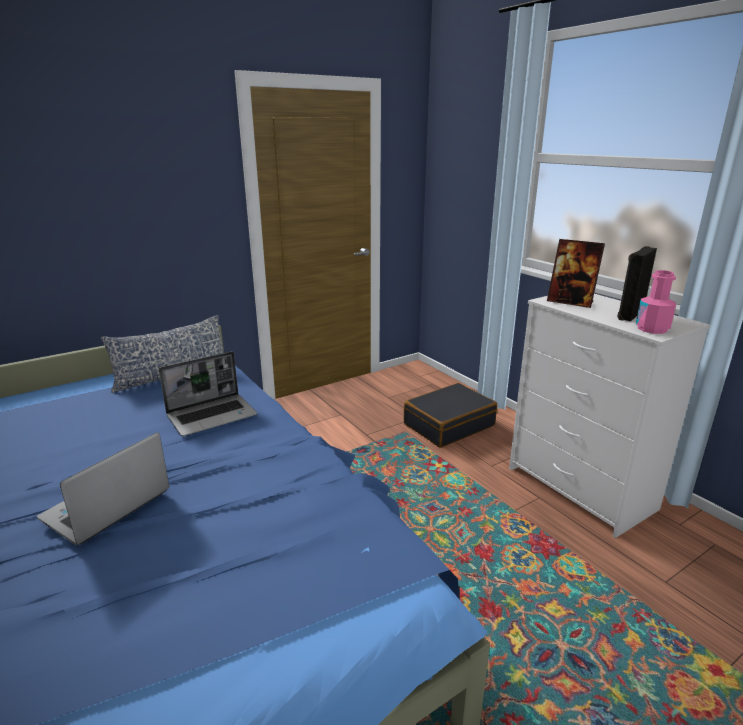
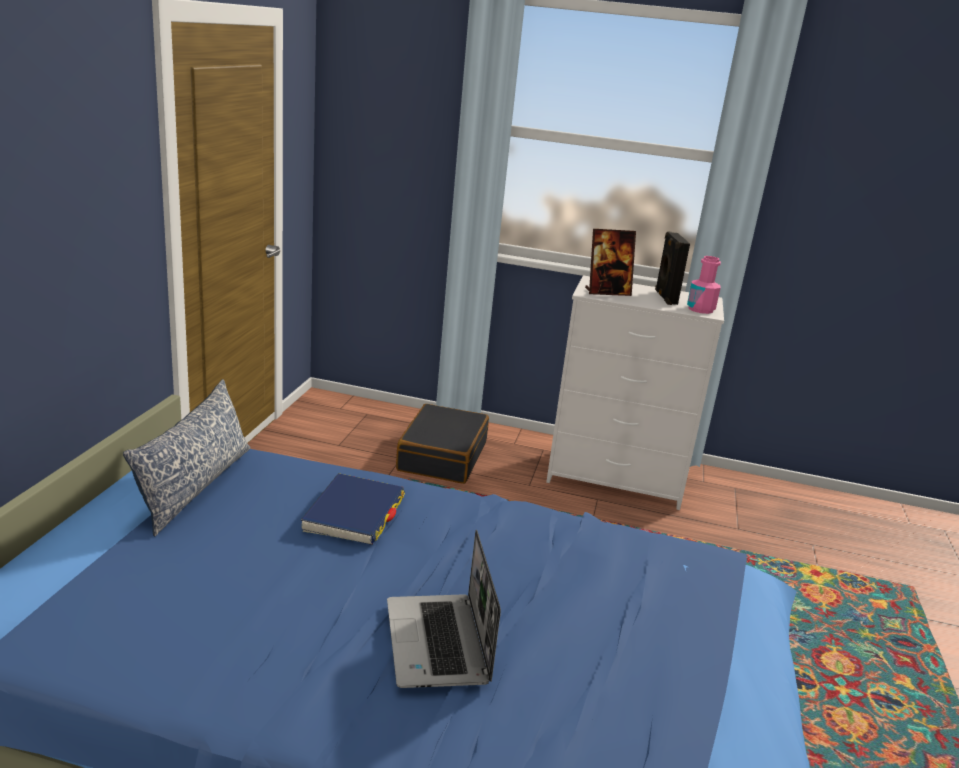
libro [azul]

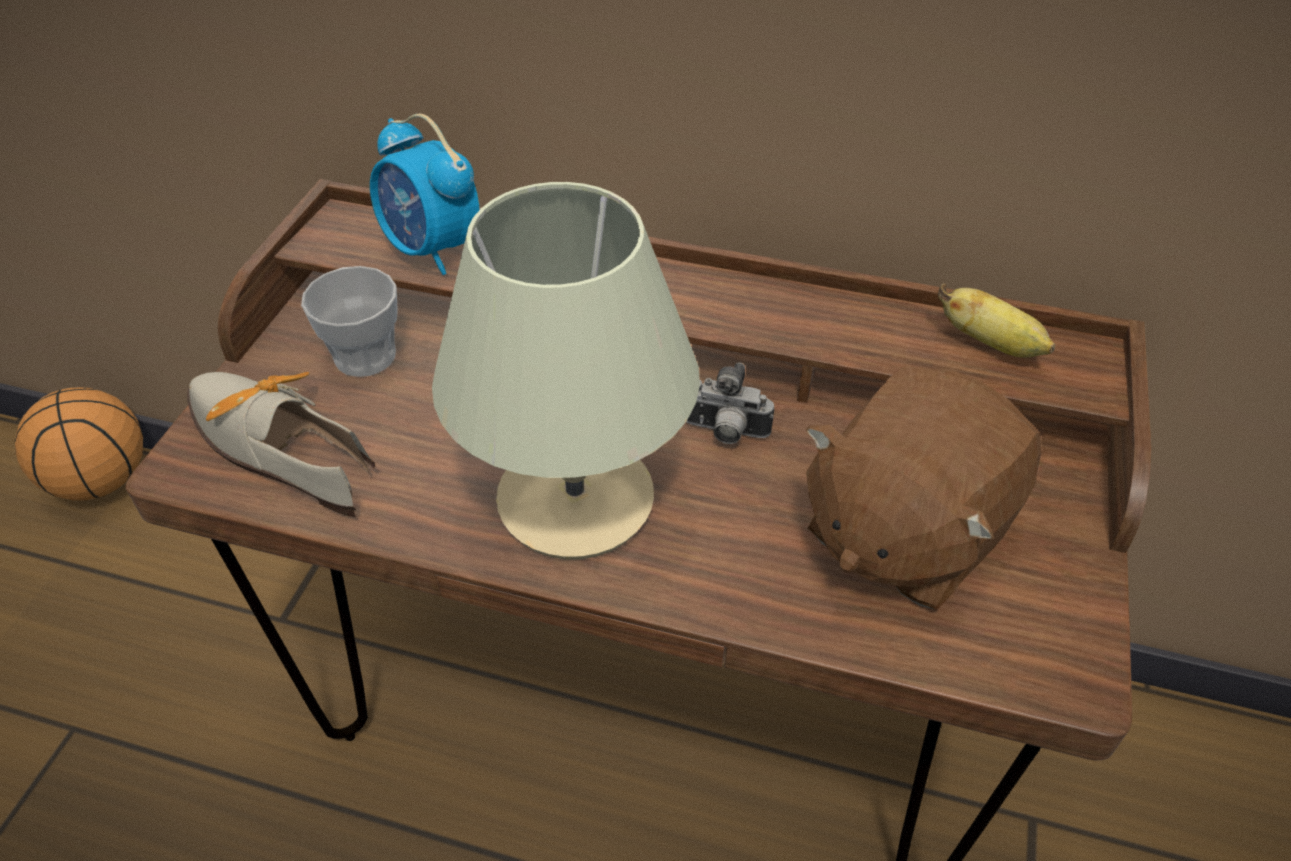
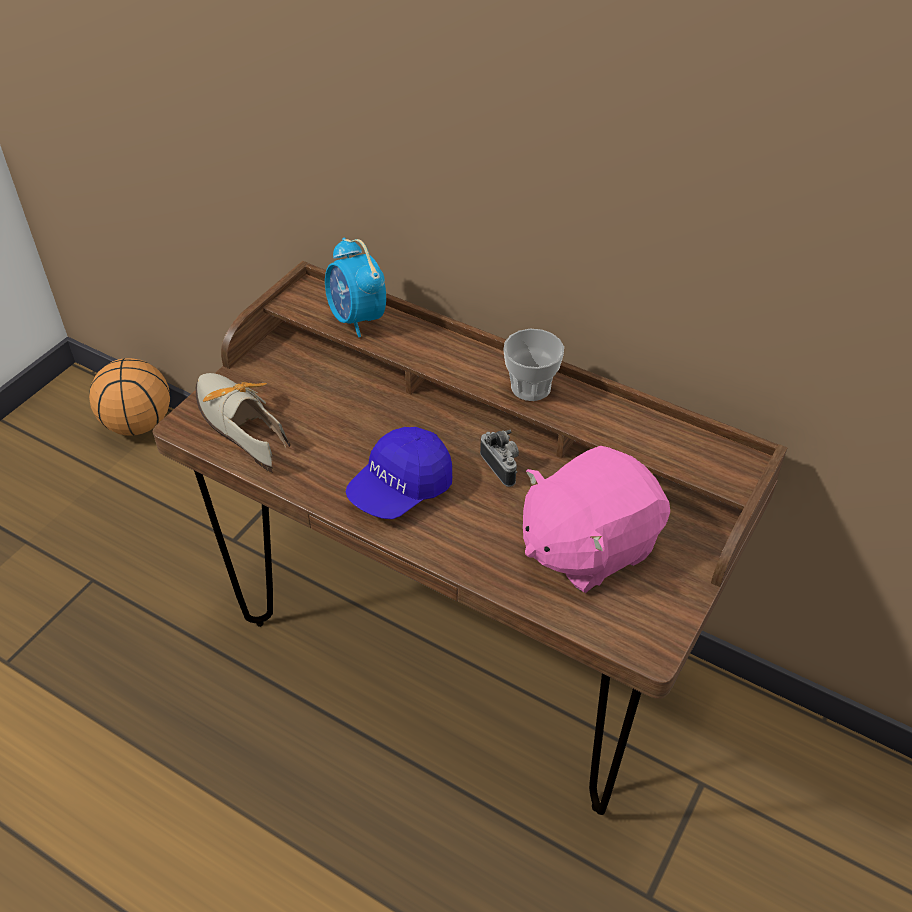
gorra [azul]
cámara
taza
peluche [rosa]
plátano

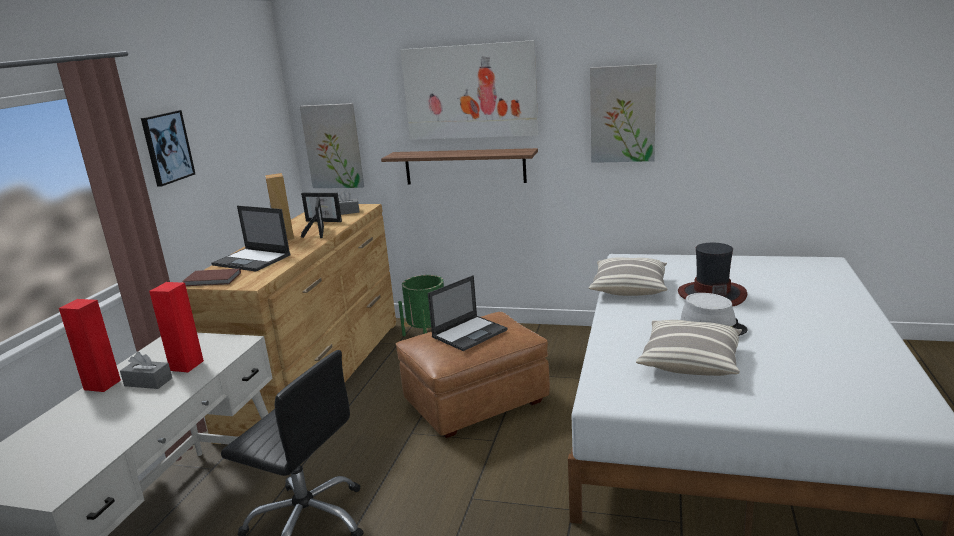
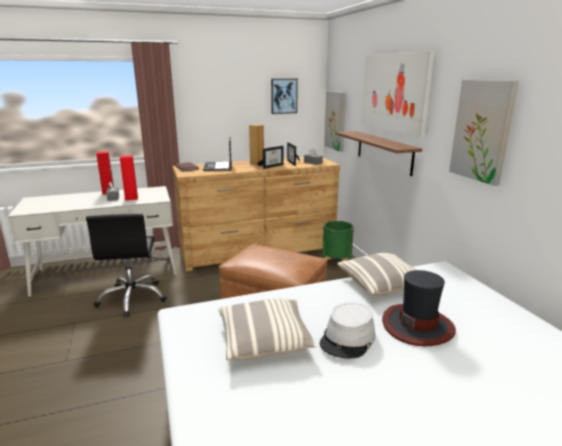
cuadro (1st from left)
portátil (2nd from left in the first image)

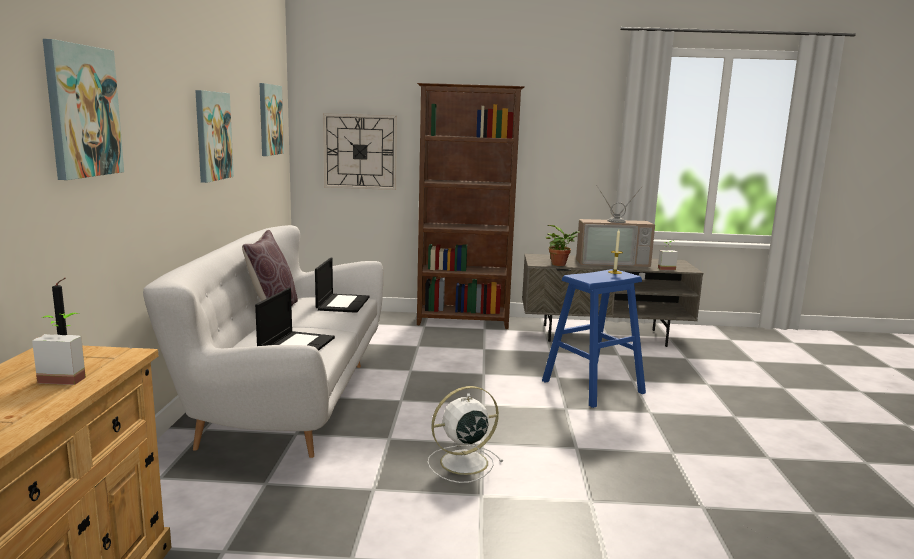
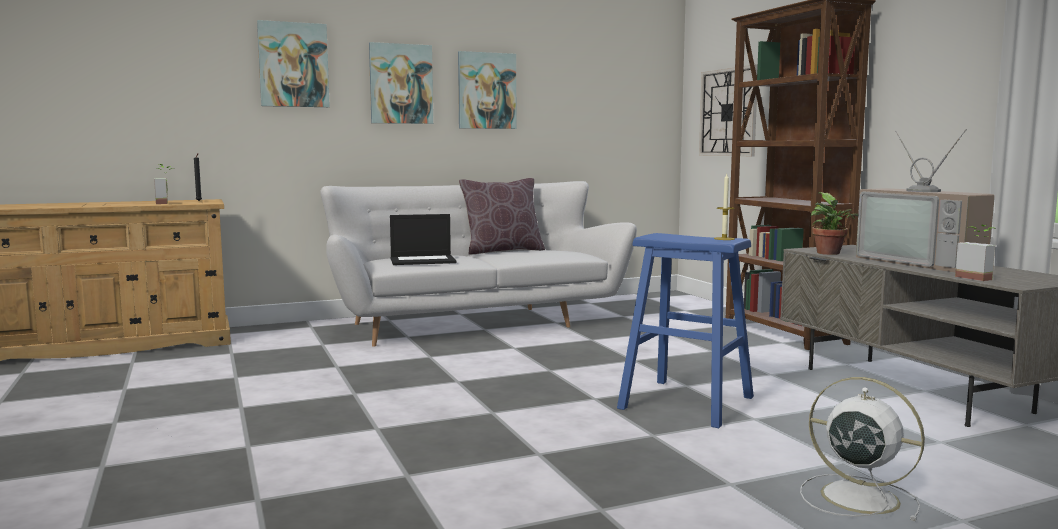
cuadro (2nd from left)
ventilador [blanco]
portátil (2nd from left in the first image)

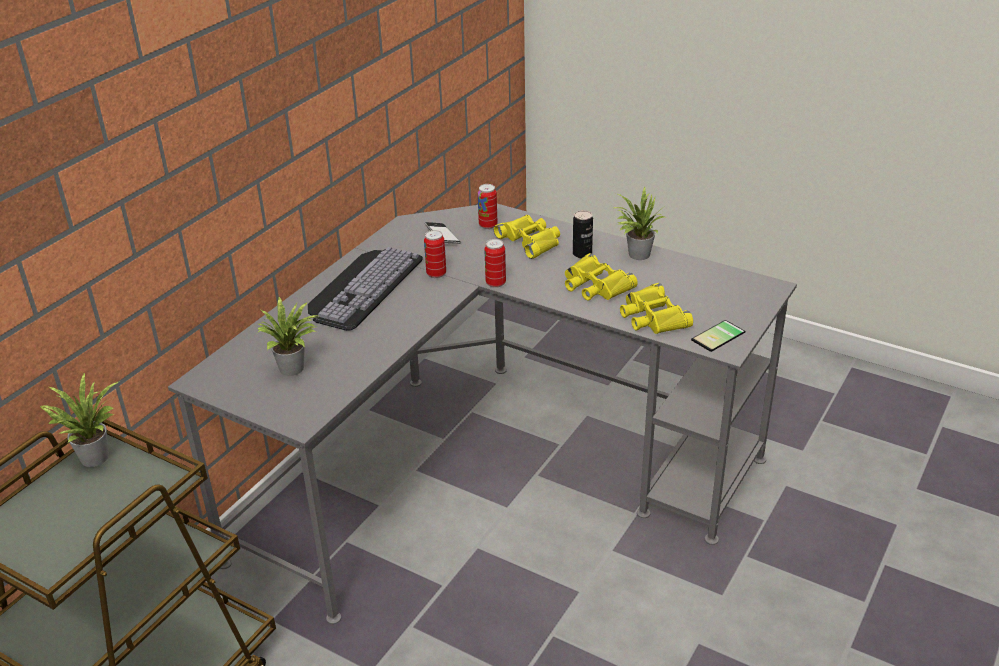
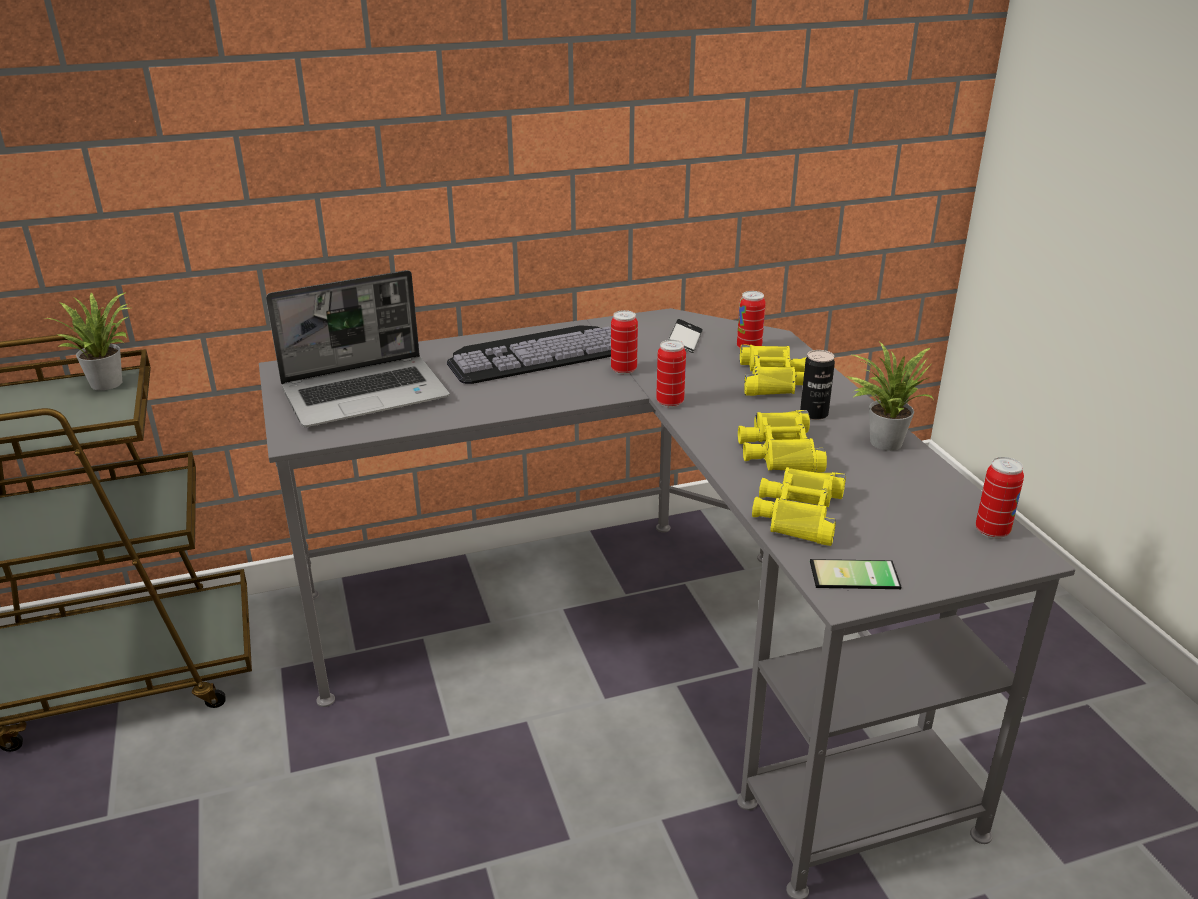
portátil
lata (5th from left)

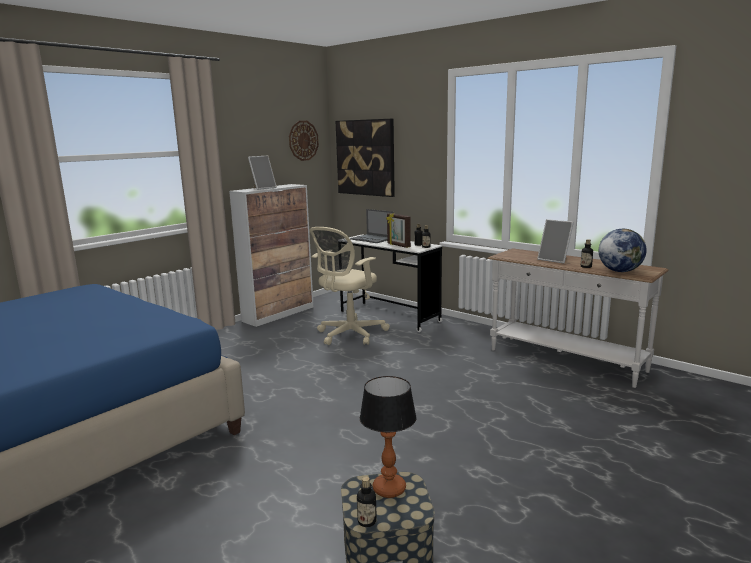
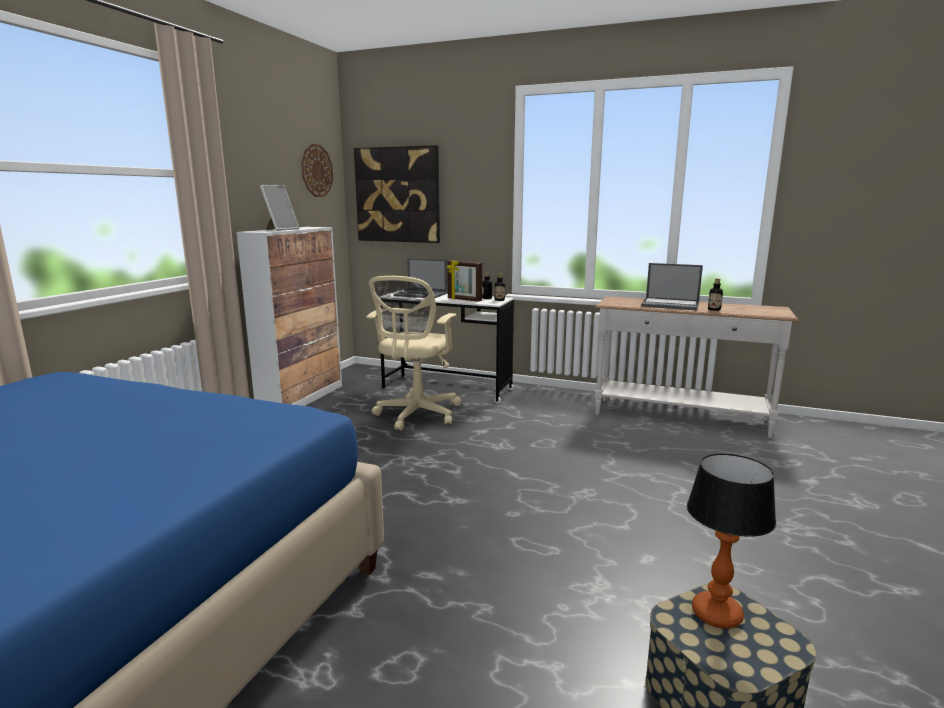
portátil (2nd from left)
botella (1st from left in the first image)
globo terráqueo

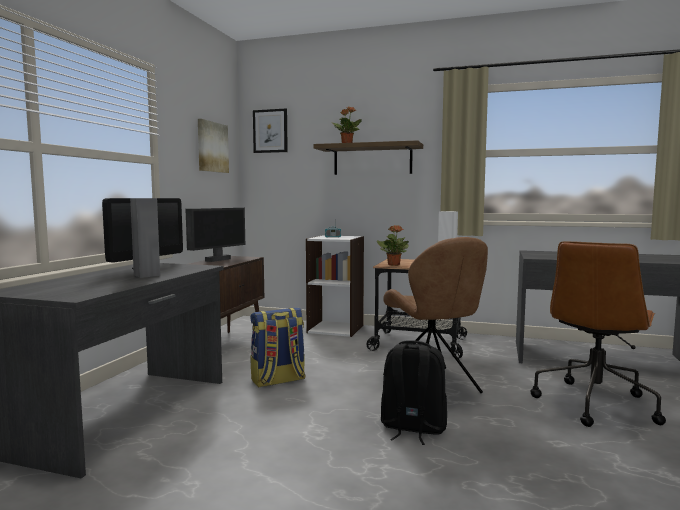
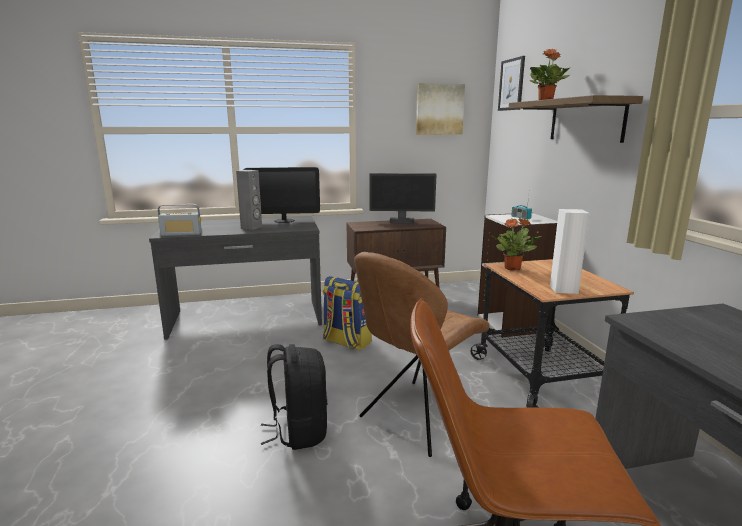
radio (1st from left)

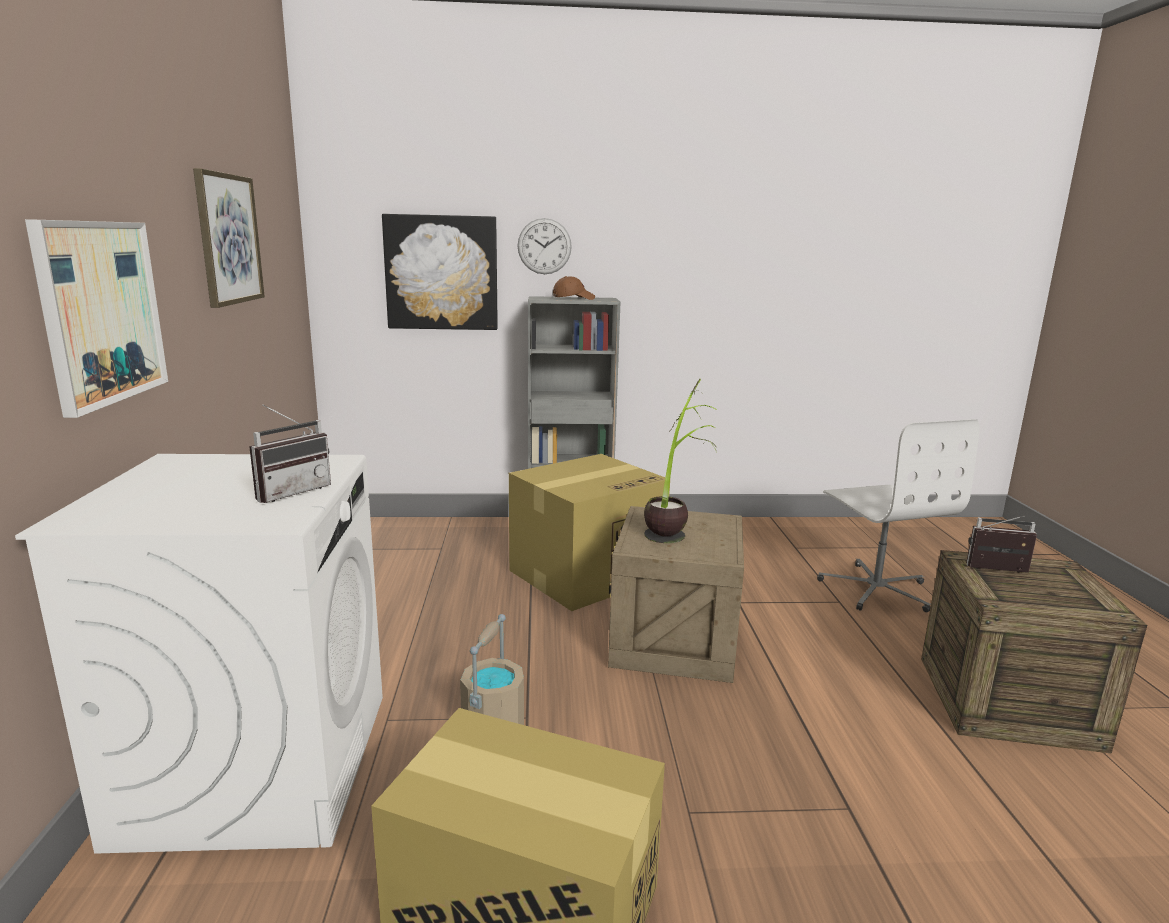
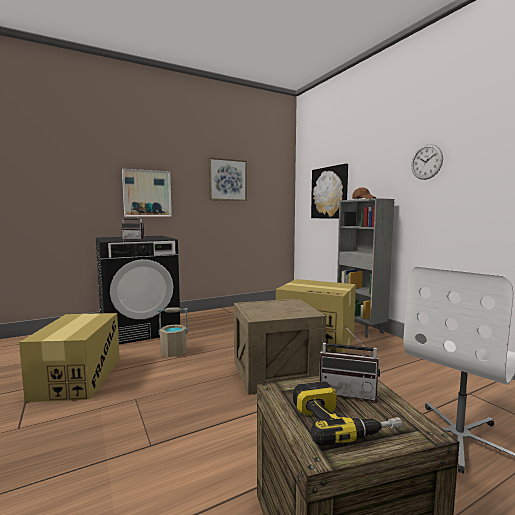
lavadora [negro]
taladro
radio (2nd from left)
reloj de pared
planta en maceta

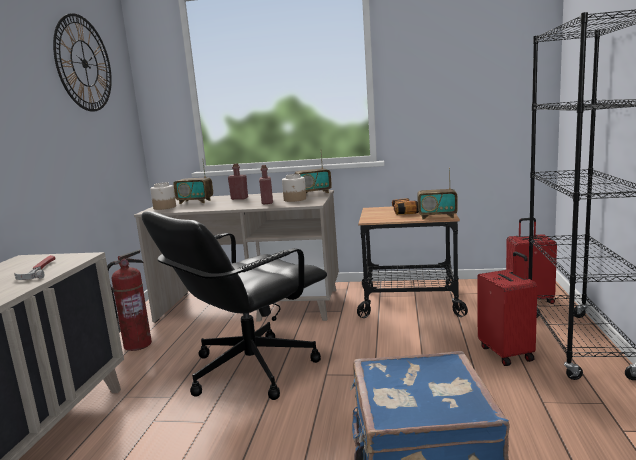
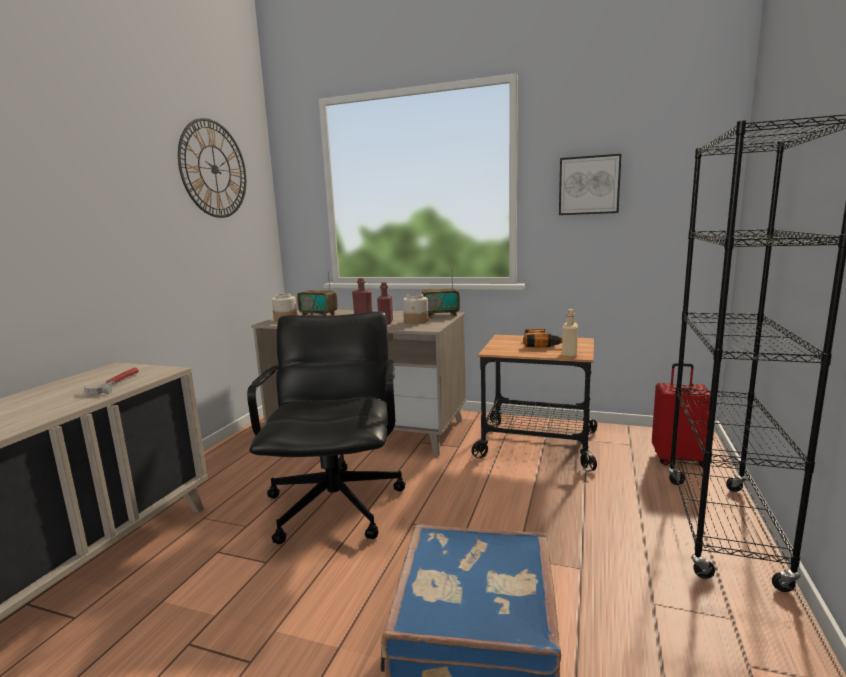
silla de oficina [negro]
cuadro
botella [beis]
extintor
maleta [rojo] (1st from left in the first image)

